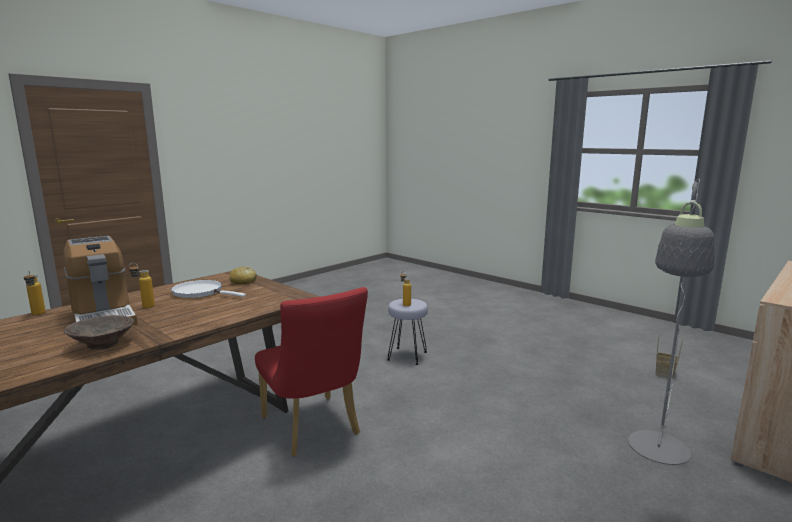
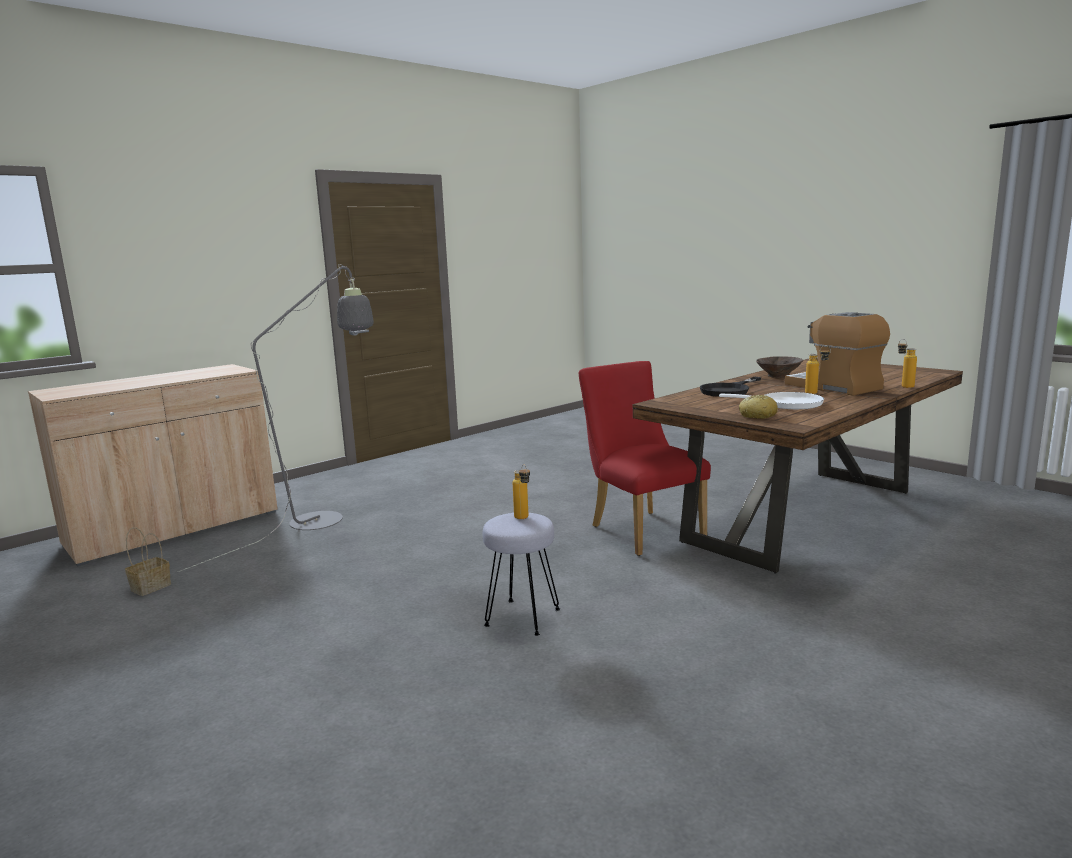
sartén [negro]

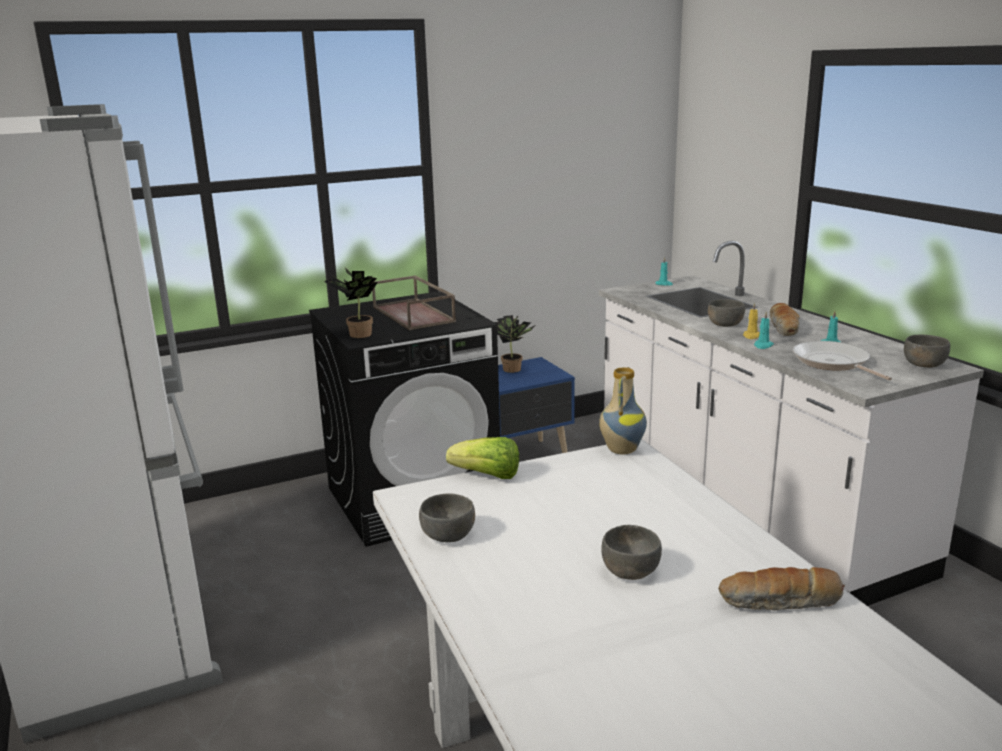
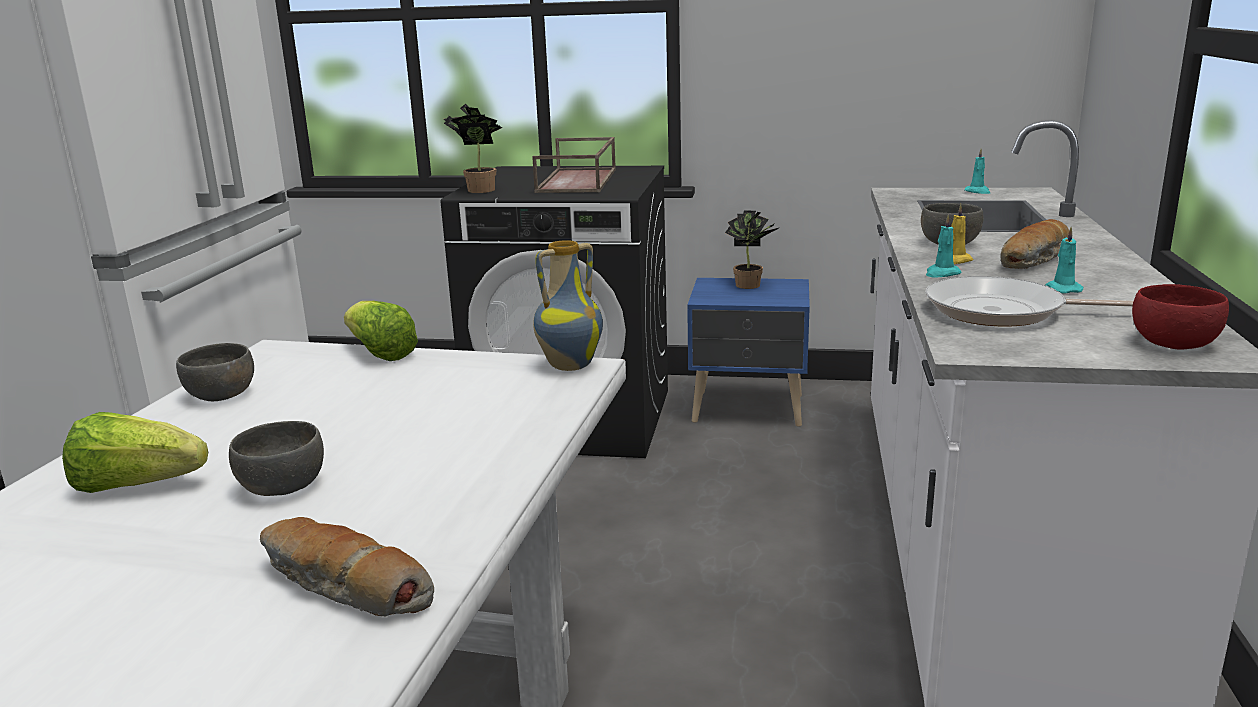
lechuga (1st from left)
sartén
cuenco [rojo]

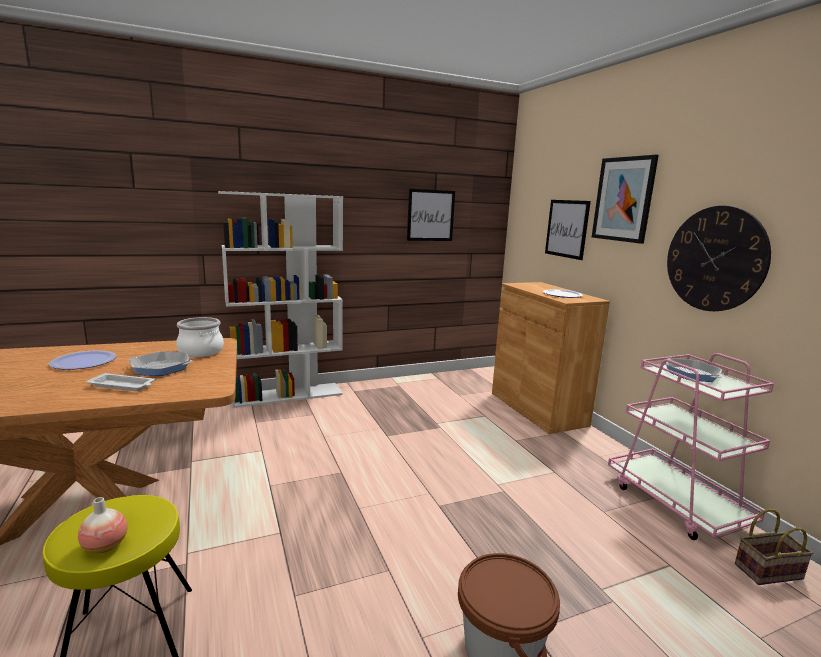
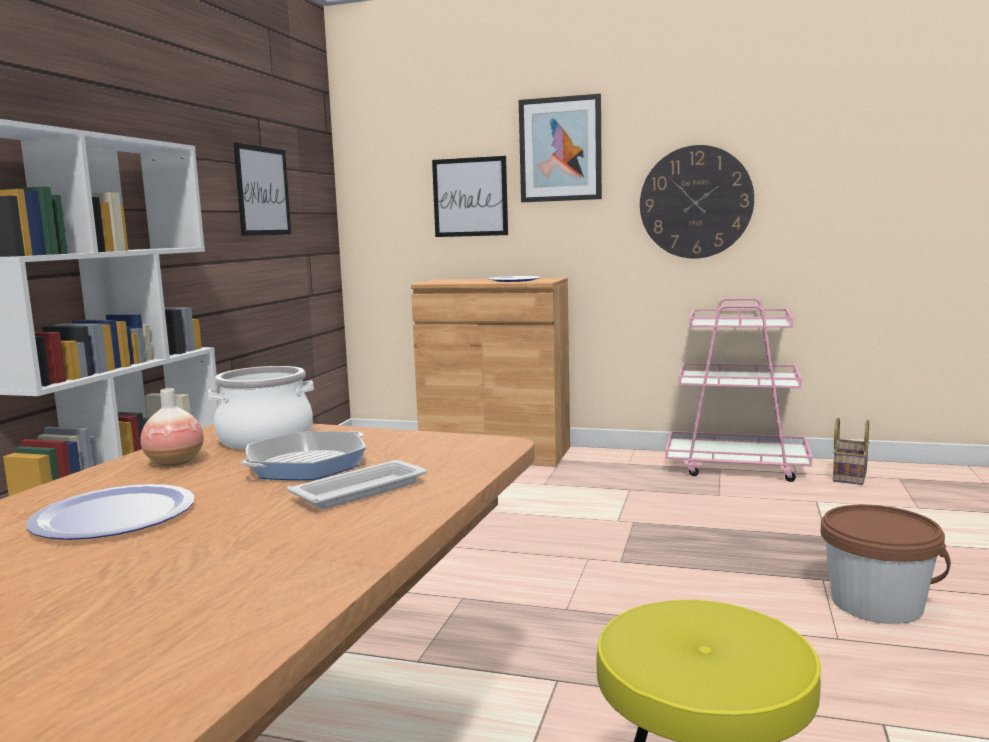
florero
sartén (2nd from left in the first image)

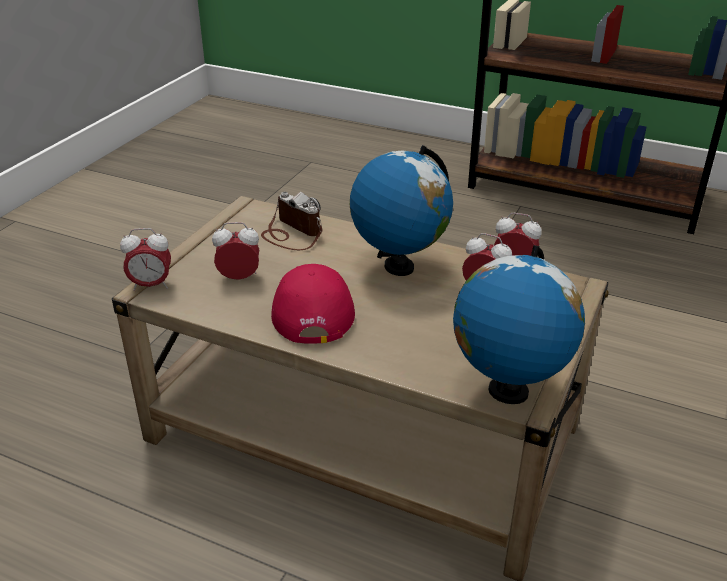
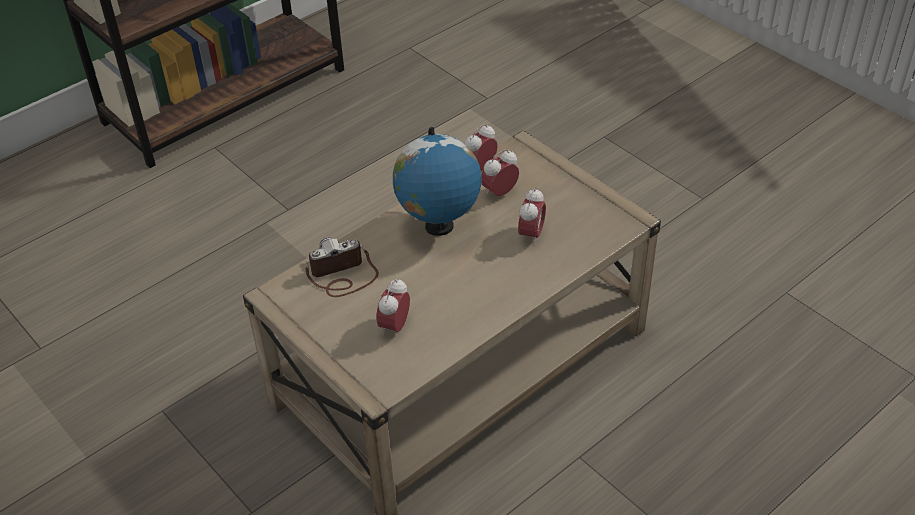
despertador (4th from left)
gorra [rojo]
globo terráqueo (2nd from left in the first image)

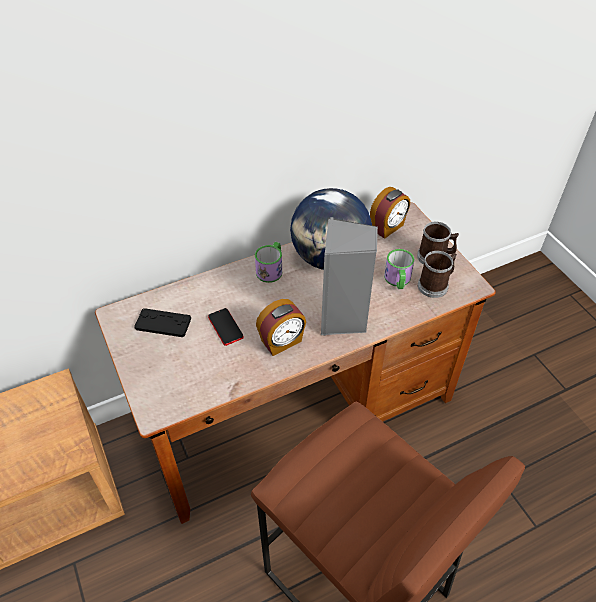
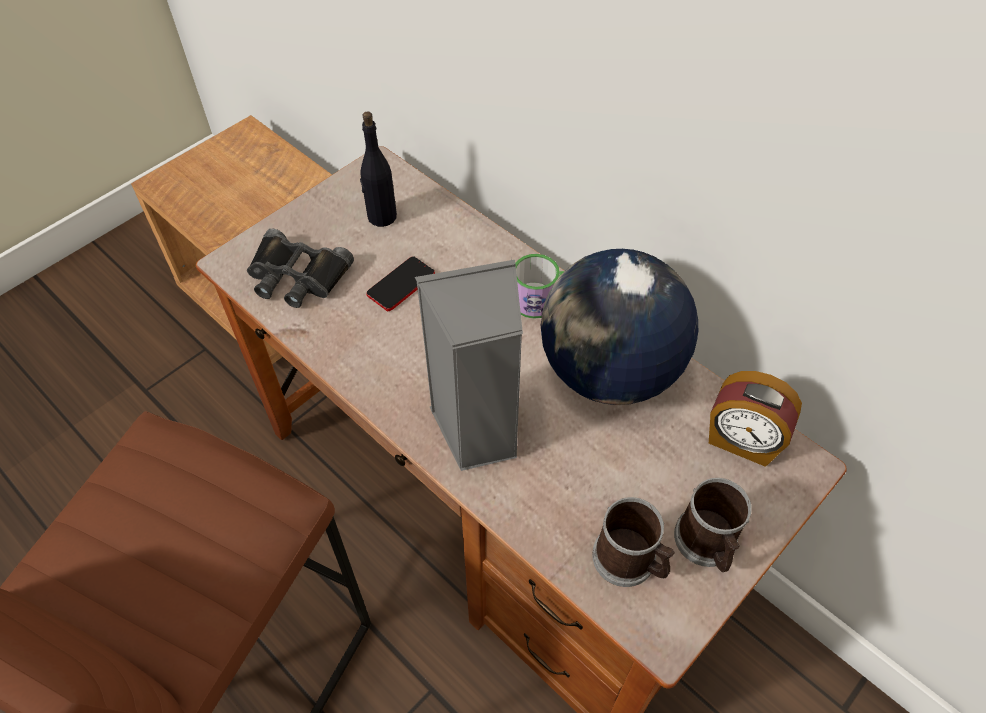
prismáticos [negro]
botella [negro]
despertador (1st from left in the first image)
taza grande (2nd from left in the first image)

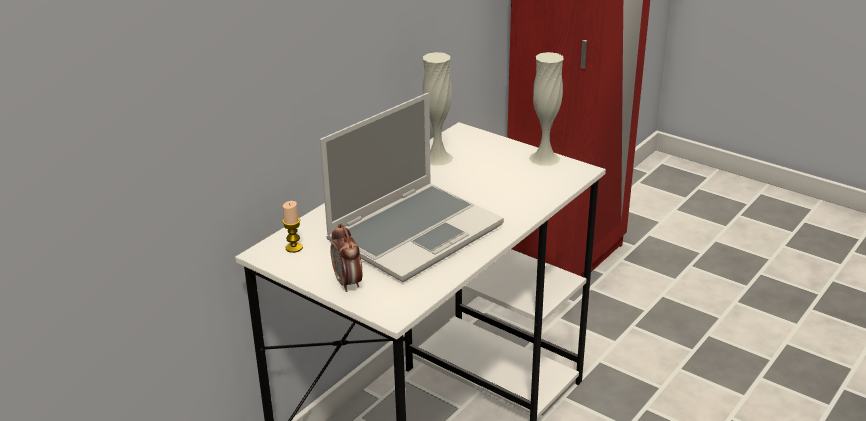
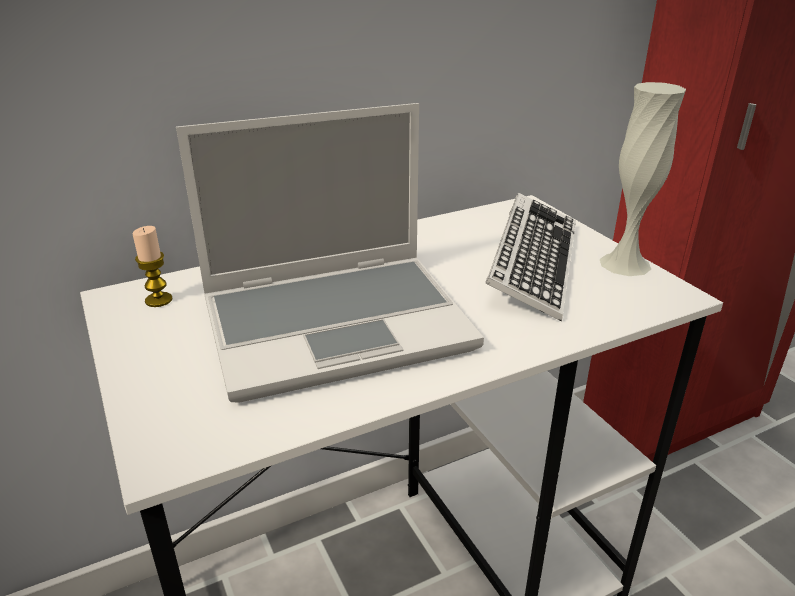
teclado
despertador
florero [blanco] (1st from left in the first image)

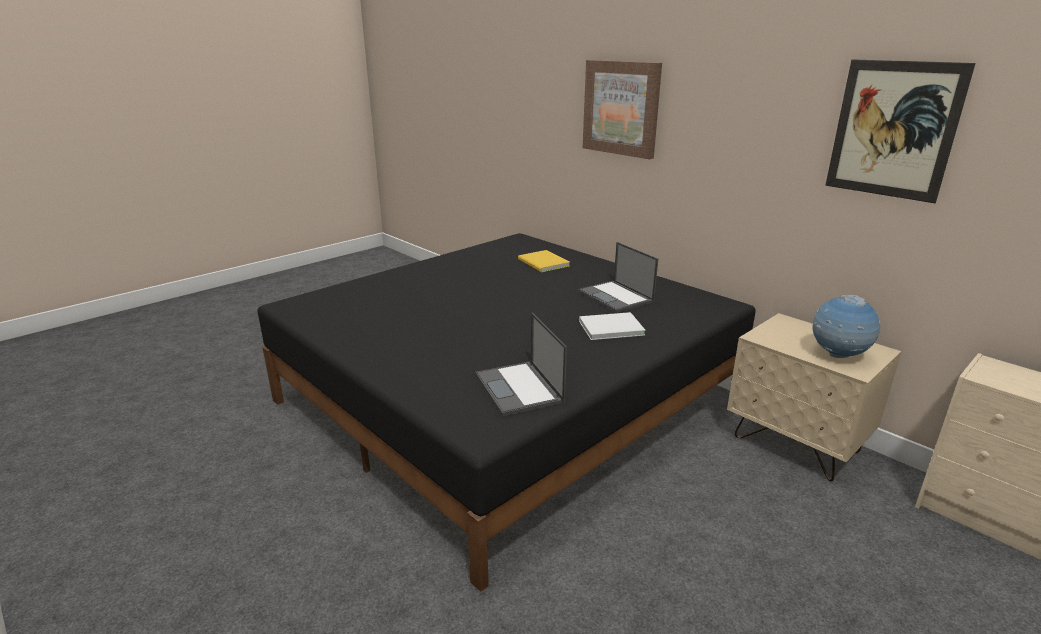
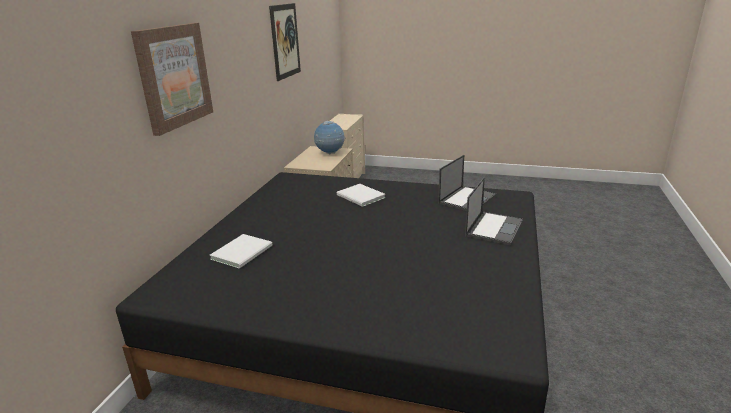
libro [blanco] (1st from left)
portátil (2nd from left)

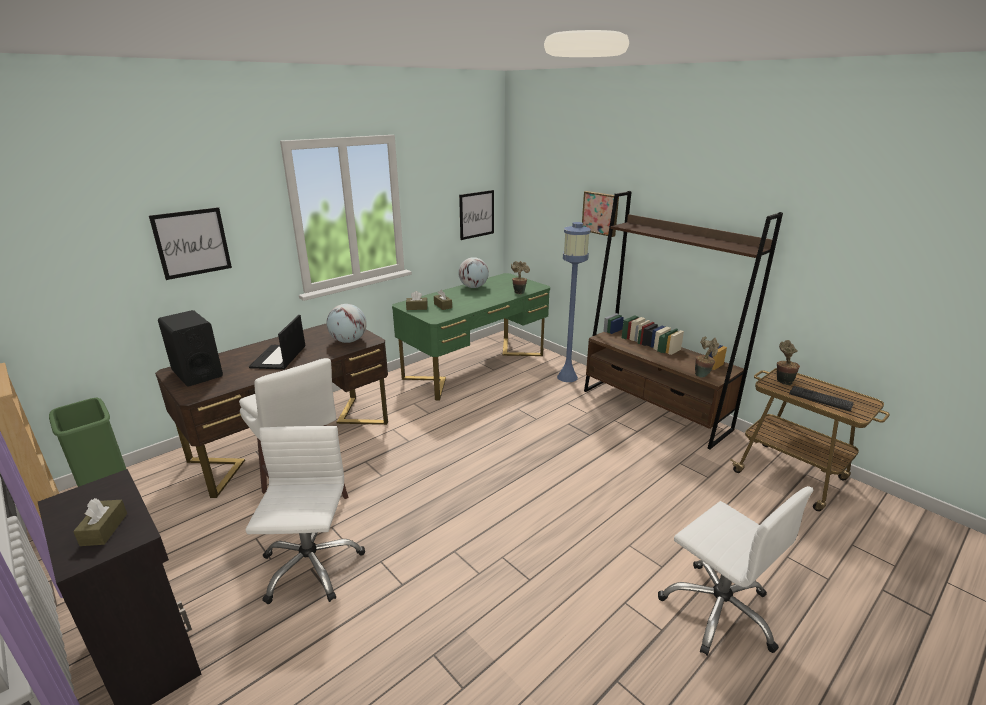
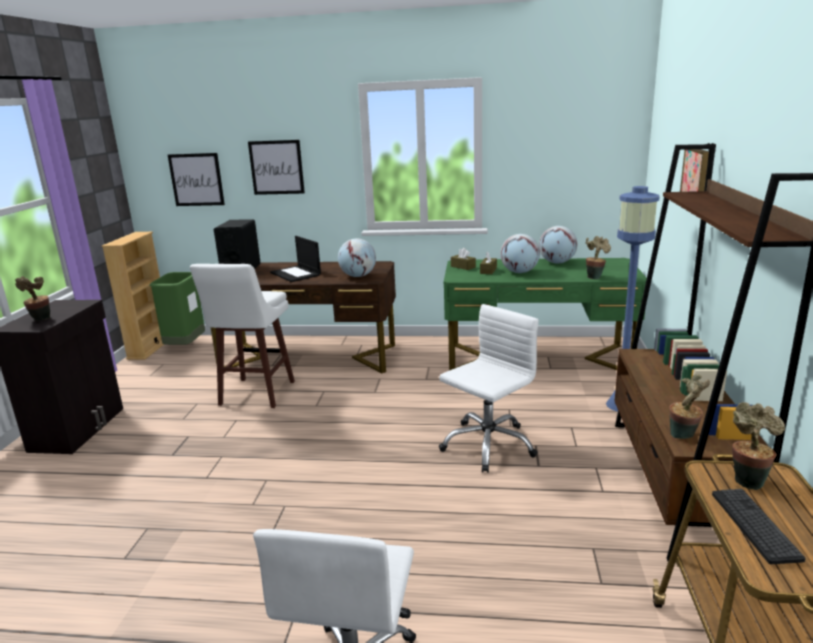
planta en maceta (1st from left)
cuadro (1st from left)
portátil
silla de oficina [blanco] (2nd from left)
globo terráqueo (2nd from left)

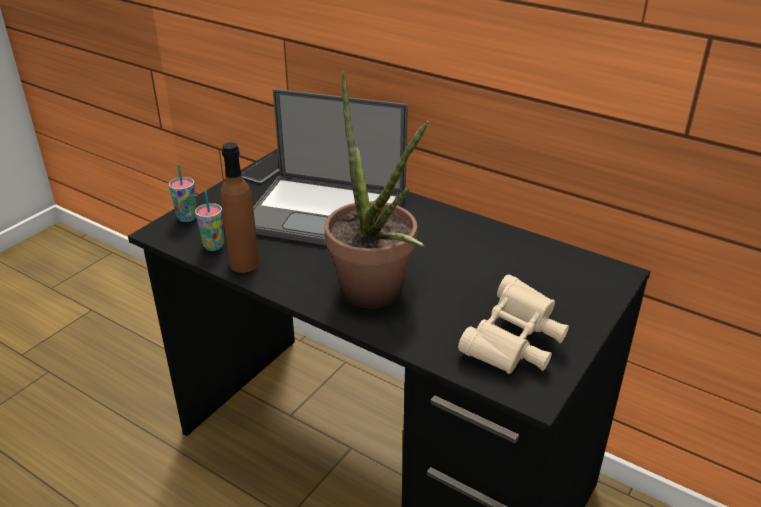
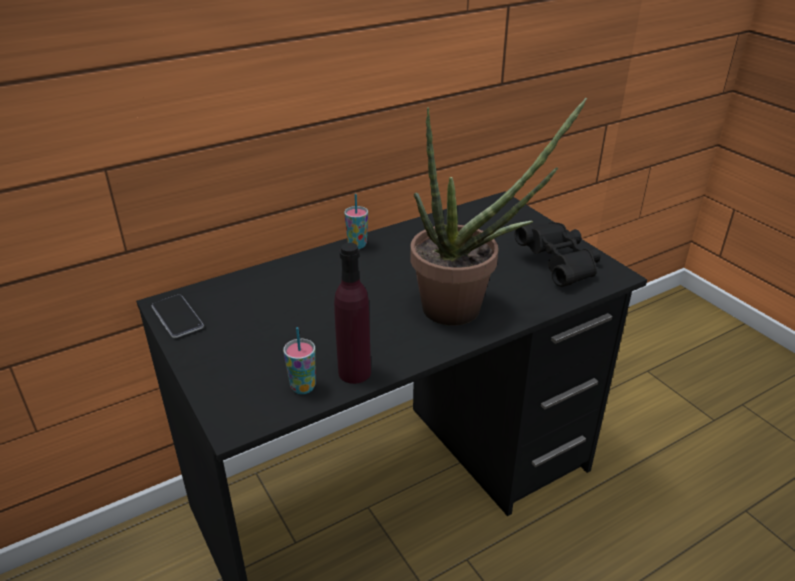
botella [morado]
taza (2nd from left)
prismáticos [negro]
portátil

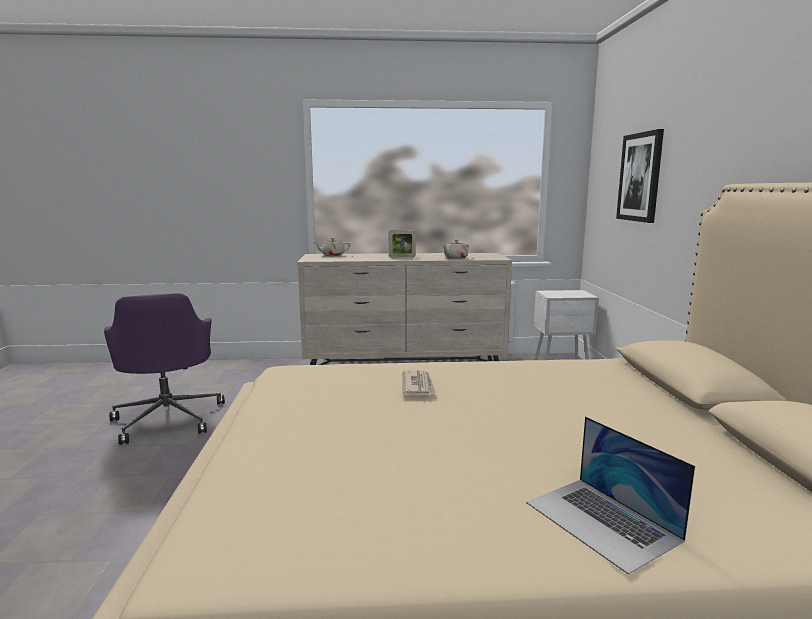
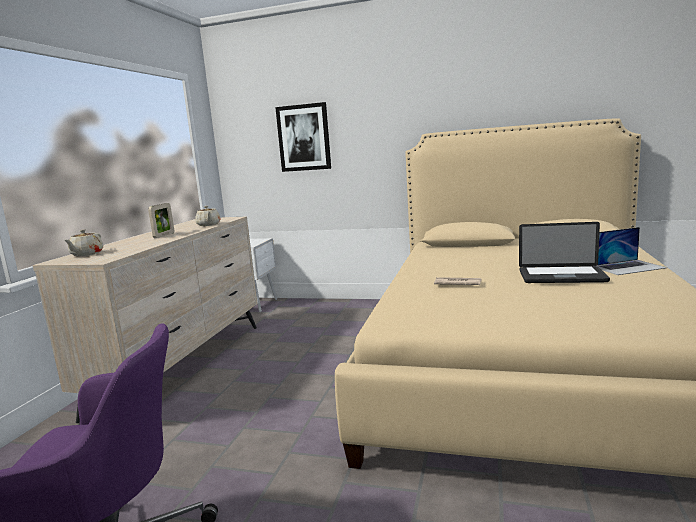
portátil (1st from left)

